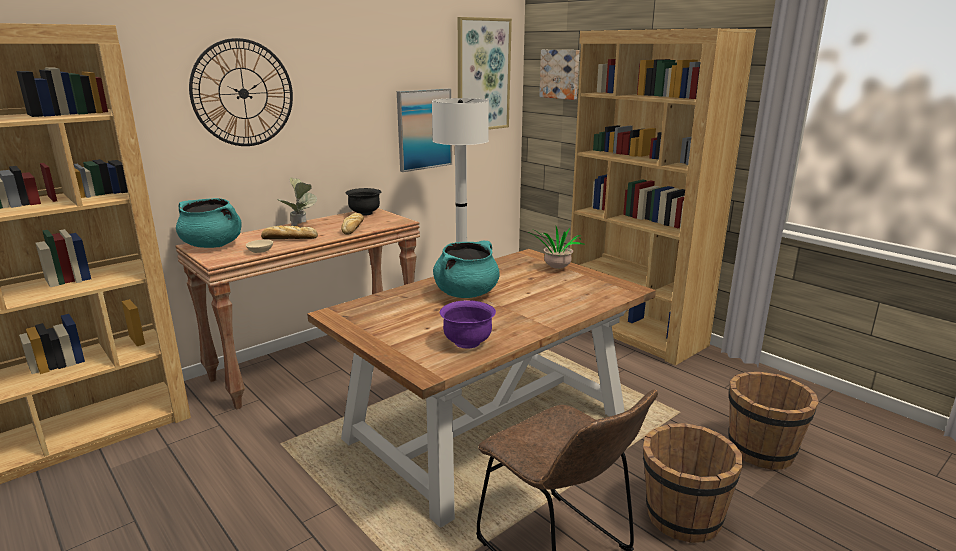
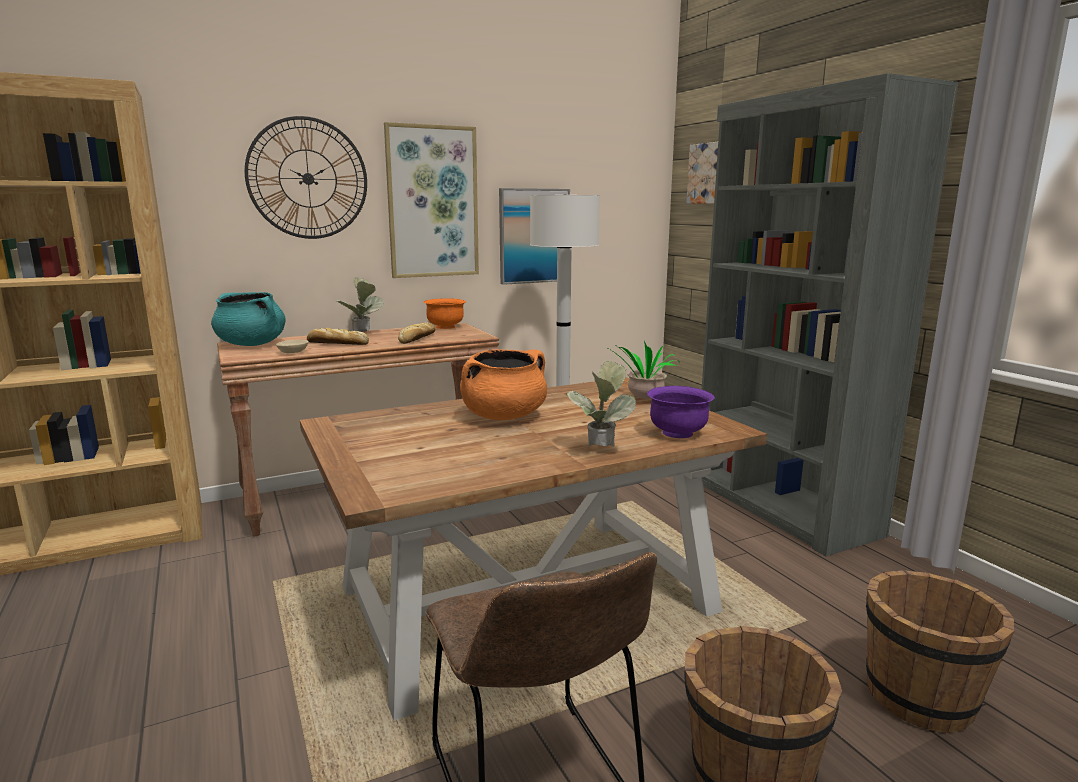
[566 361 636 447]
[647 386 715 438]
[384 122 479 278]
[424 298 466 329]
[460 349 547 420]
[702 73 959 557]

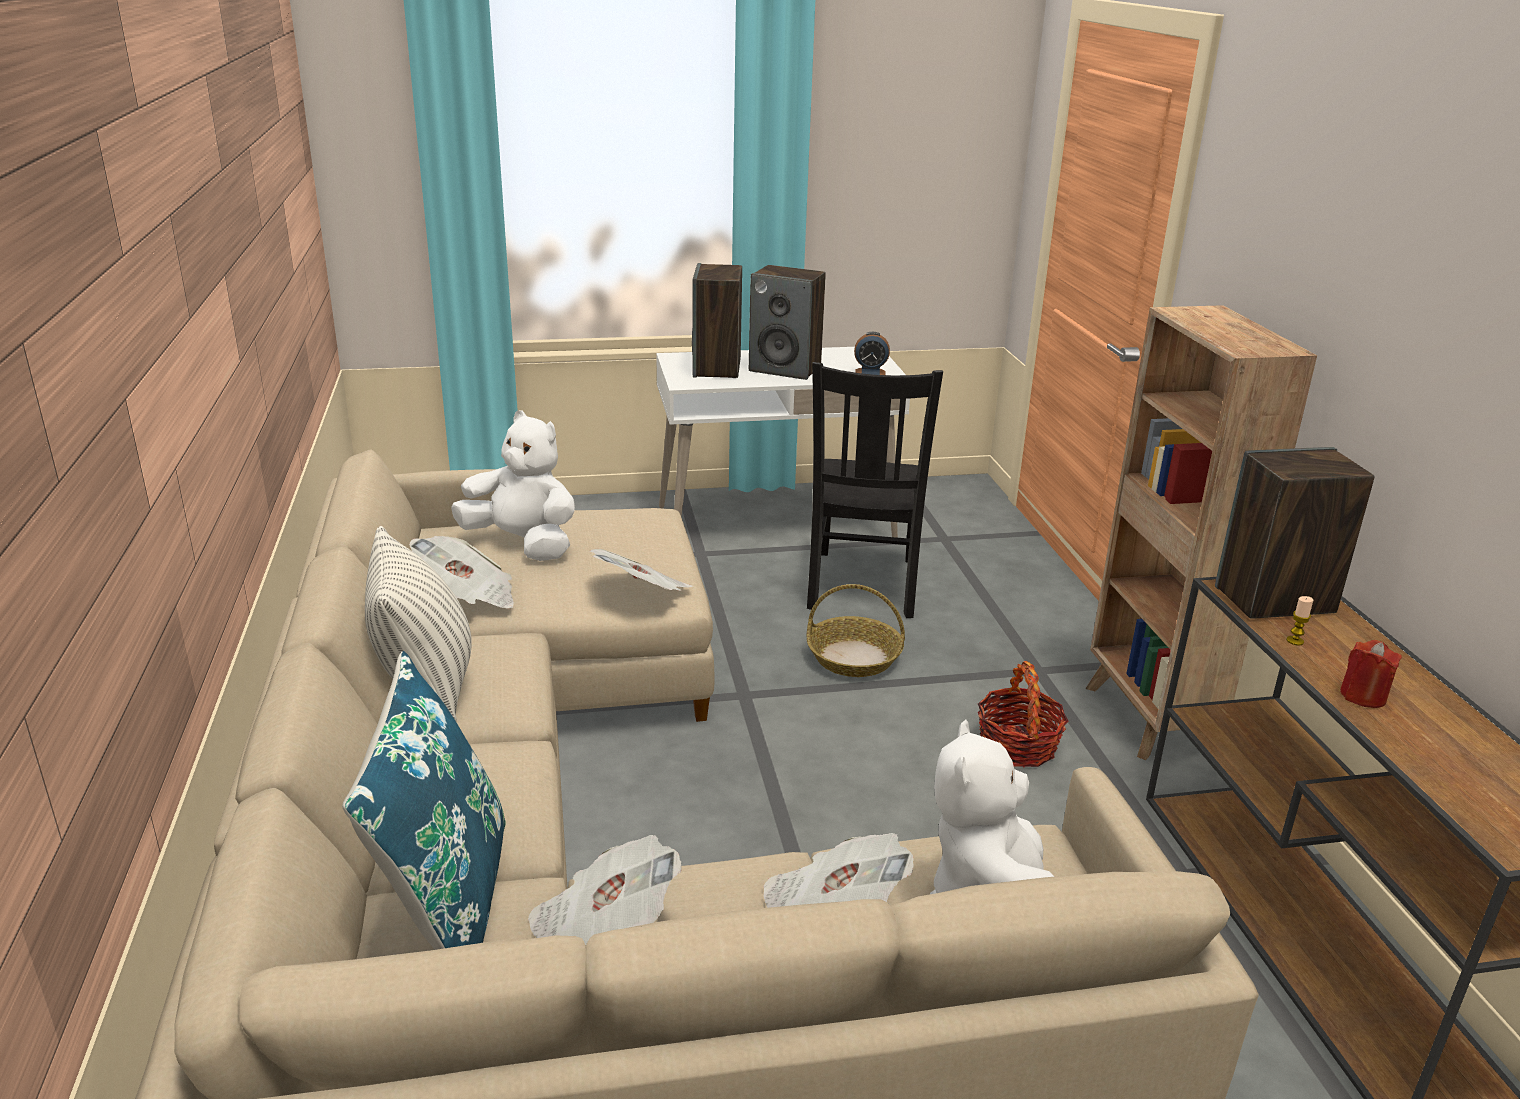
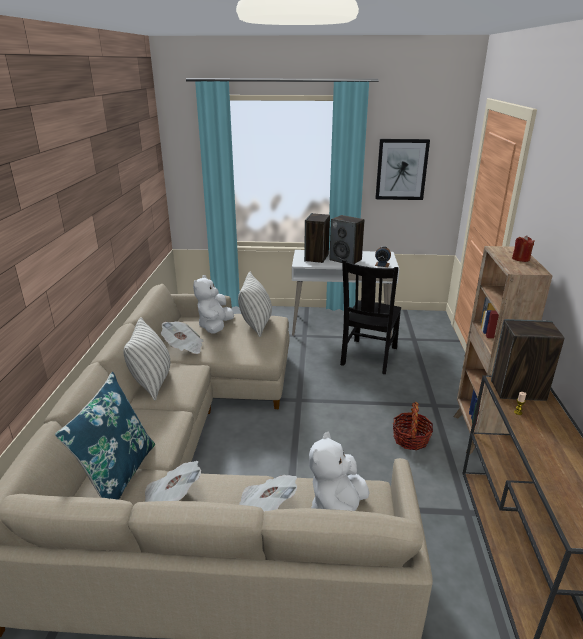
[590 549 693 591] (first image)
[807 584 905 677] (first image)
[238 272 272 337]
[375 139 430 200]
[512 235 535 262]
[193 275 234 334]

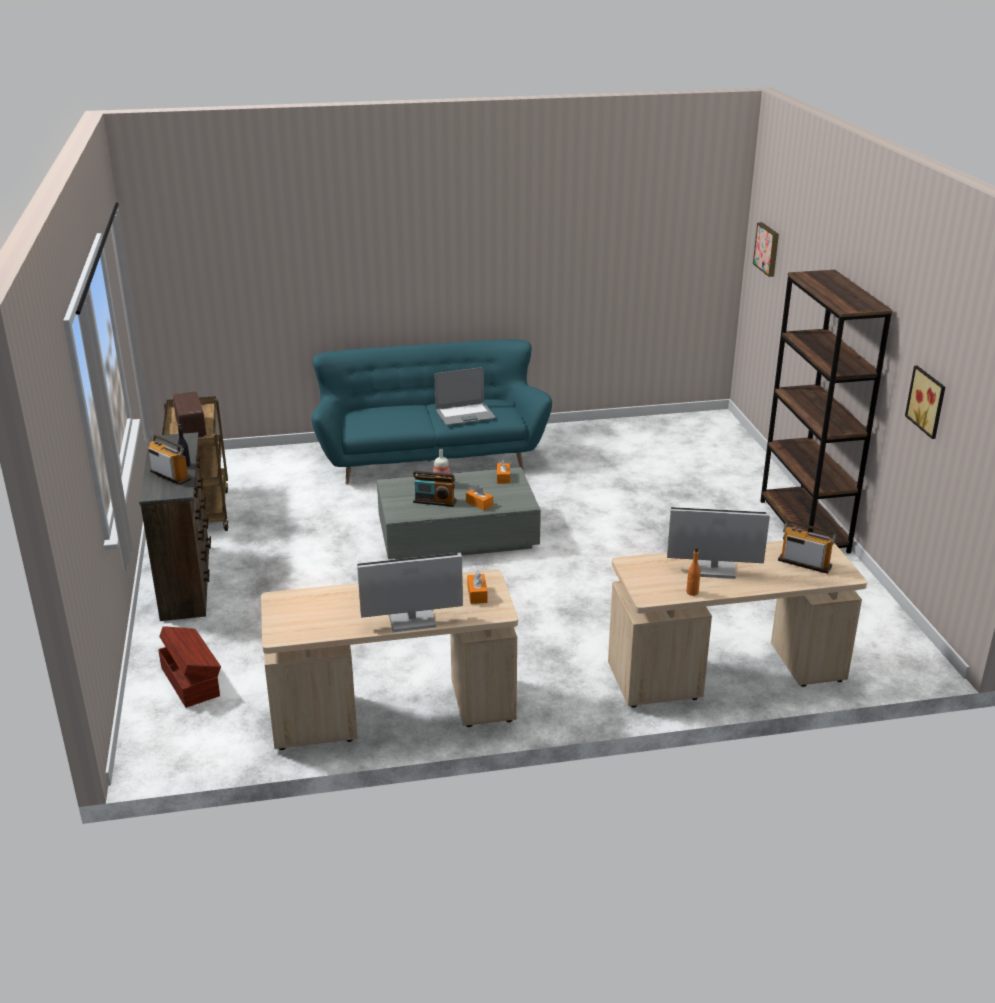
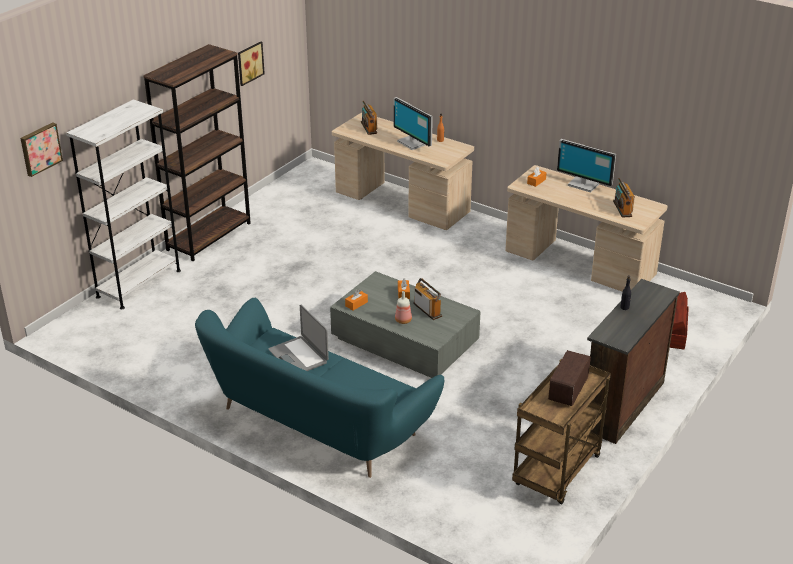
[66 99 181 309]
[613 178 635 218]
[268 305 329 371]

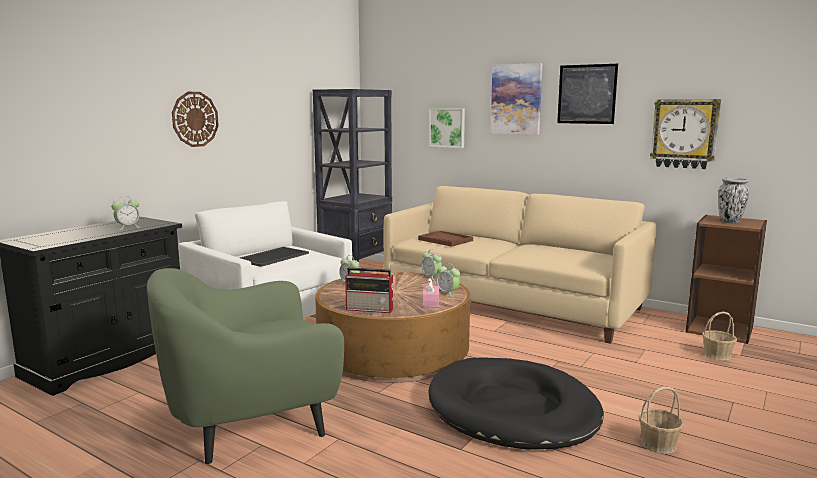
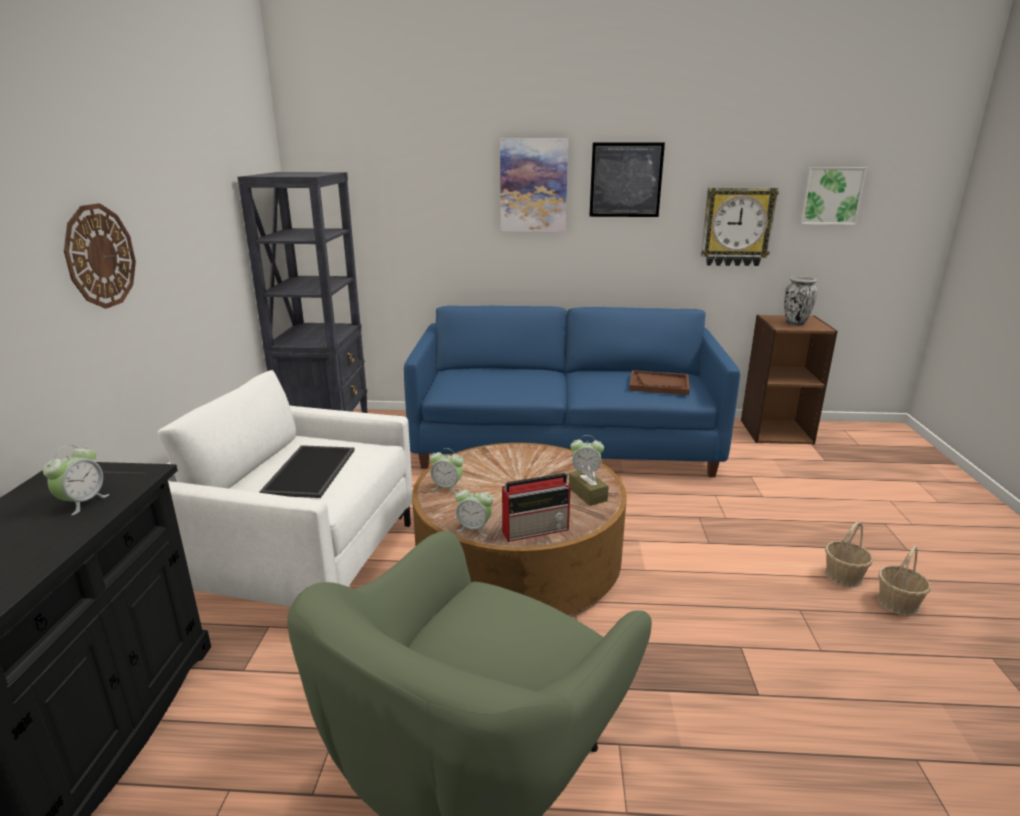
[429 357 604 450] (first image)
[629 370 690 395]
[455 485 493 536]
[799 167 867 225]
[825 521 873 587]
[404 306 740 477]
[569 464 609 506]

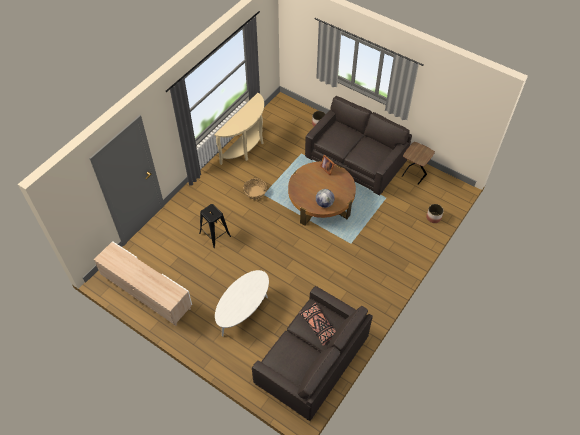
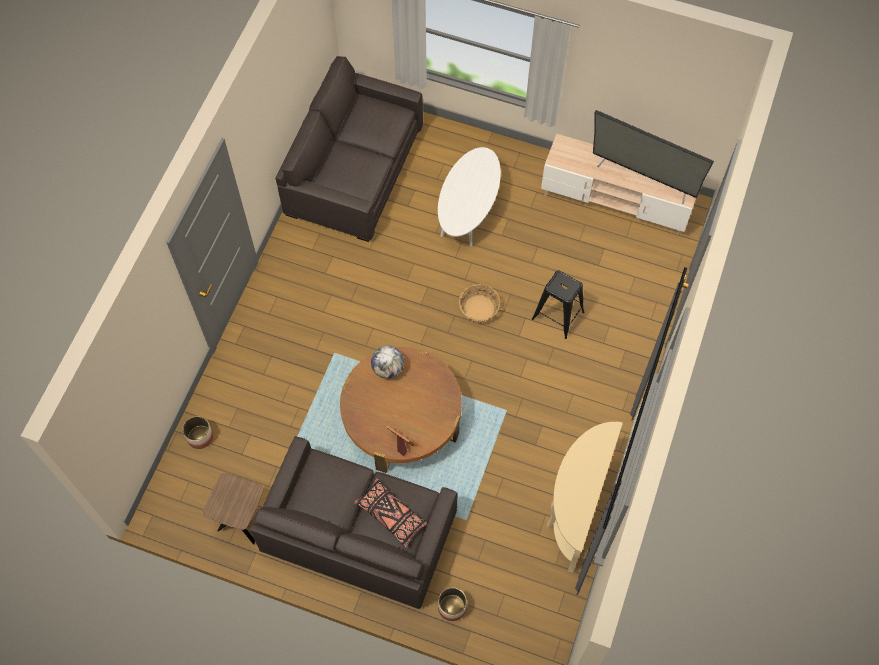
[593 110 714 204]
[459 284 500 323]
[354 478 427 547]

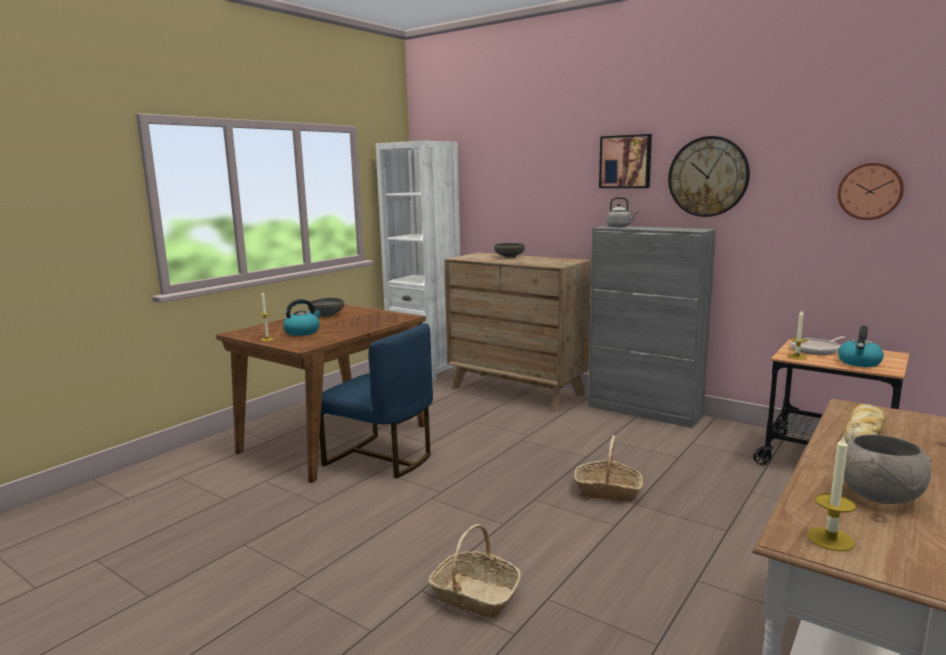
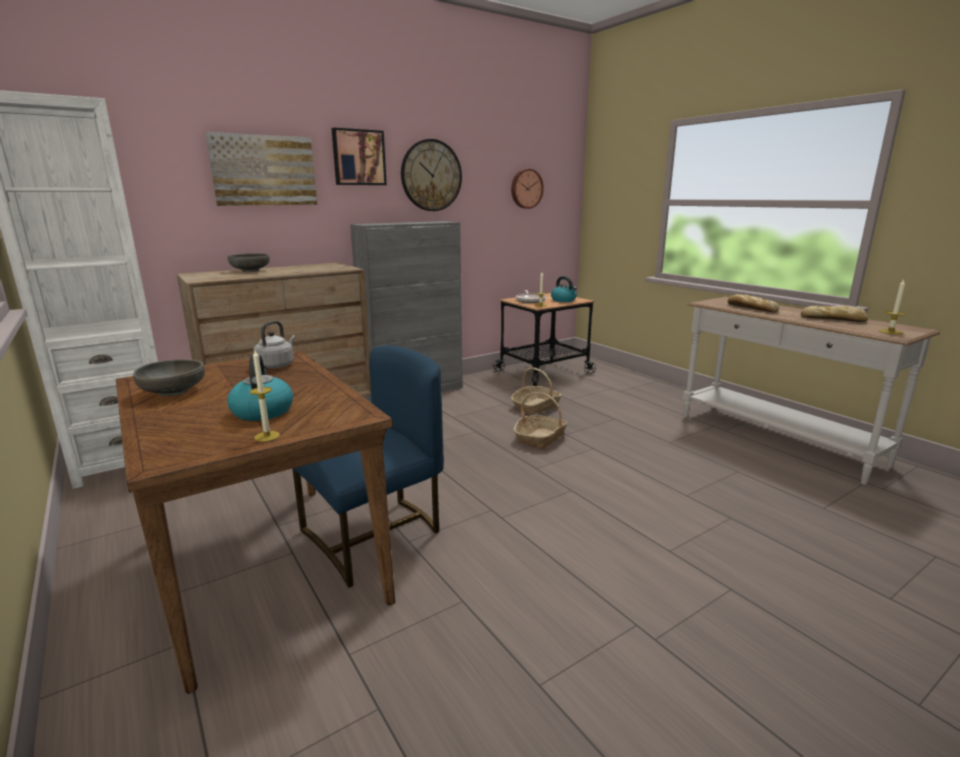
[206 132 317 206]
[511 367 562 414]
[253 321 296 369]
[801 306 868 322]

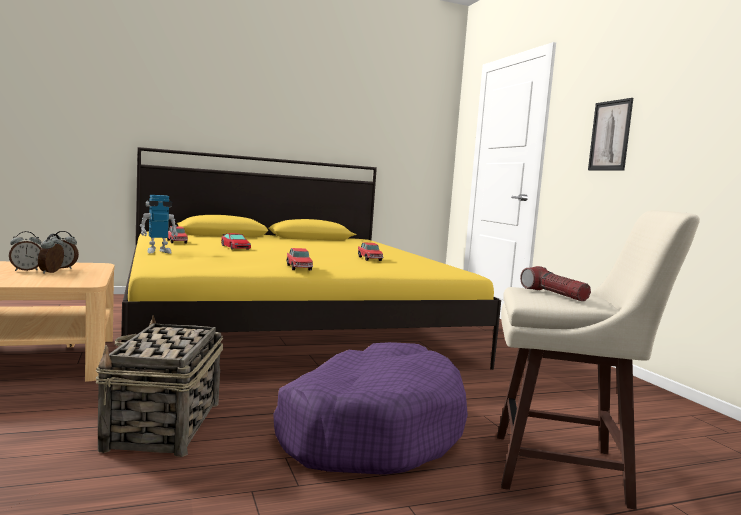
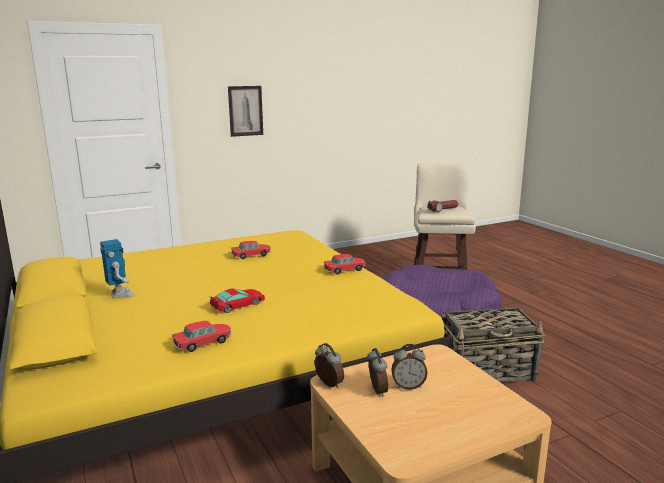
[315 343 344 388]
[100 239 135 298]

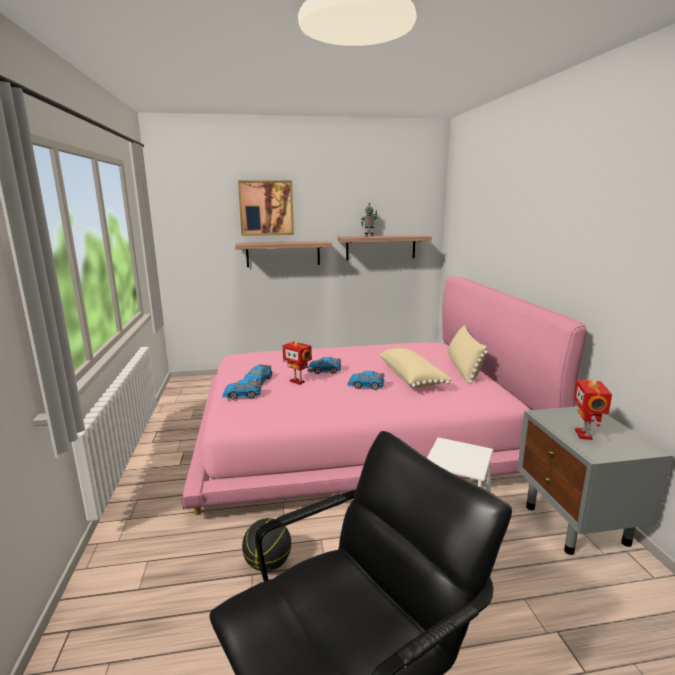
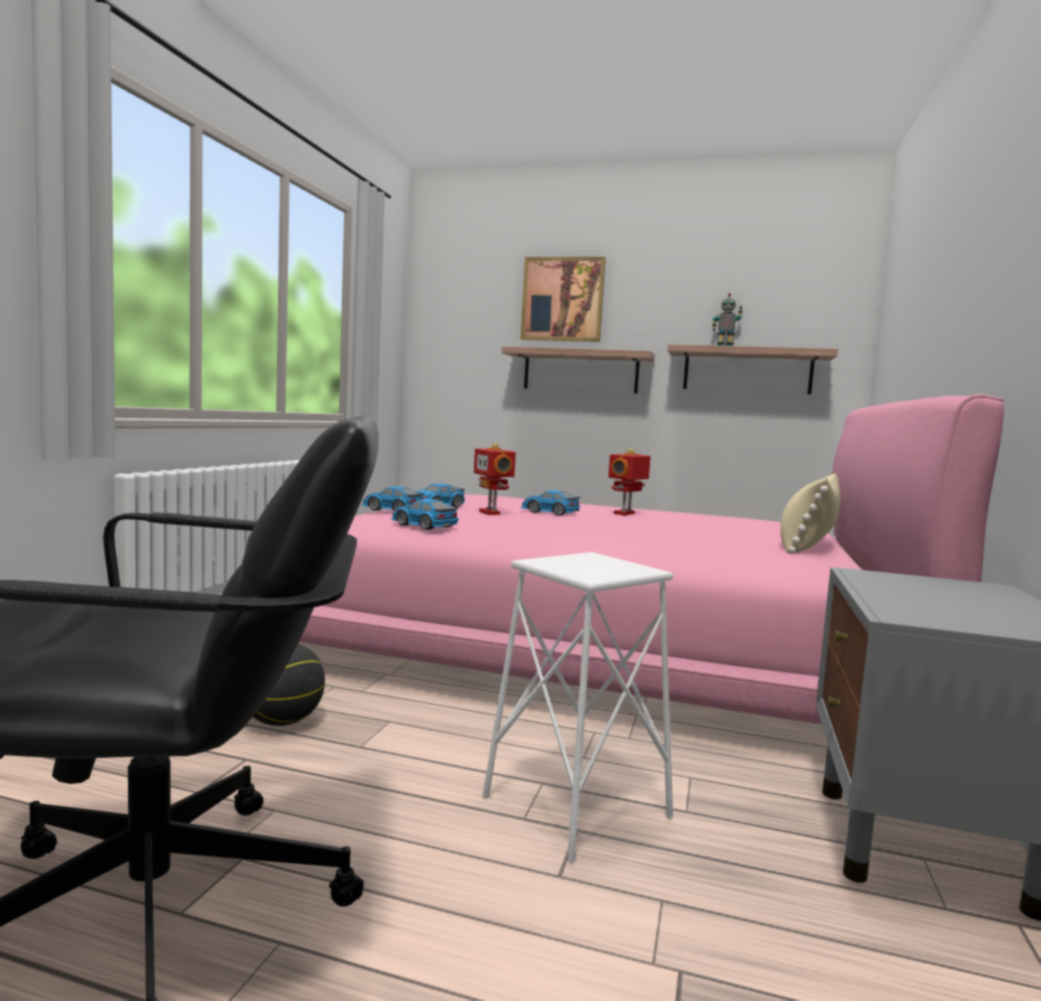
[380 348 452 388] (first image)
[391 499 458 530]
[608 448 651 515]

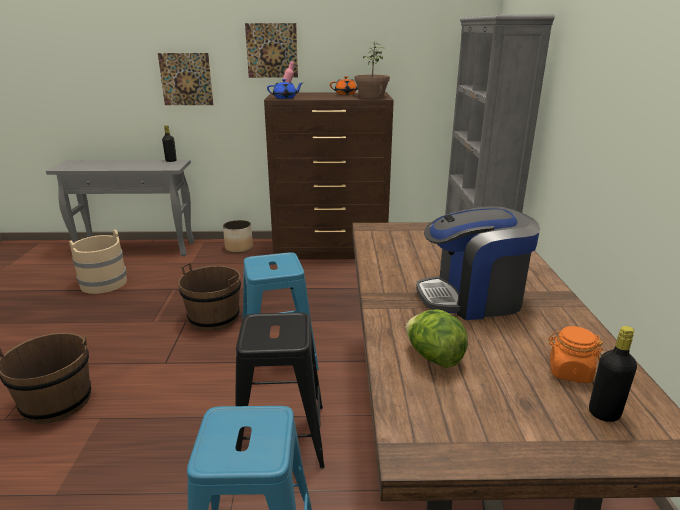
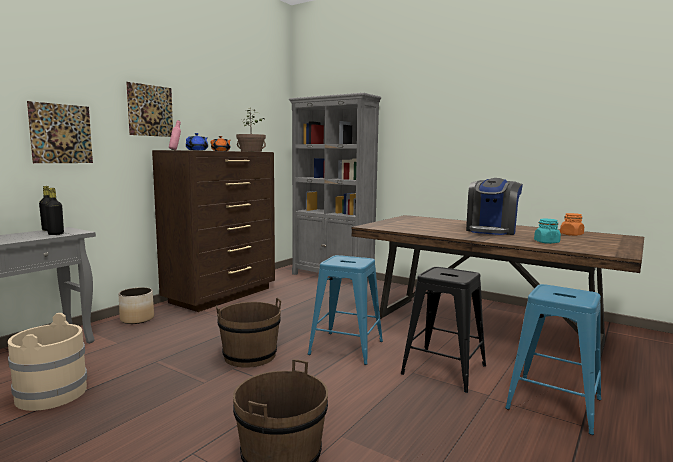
[45 188 64 235]
[534 219 561 244]

